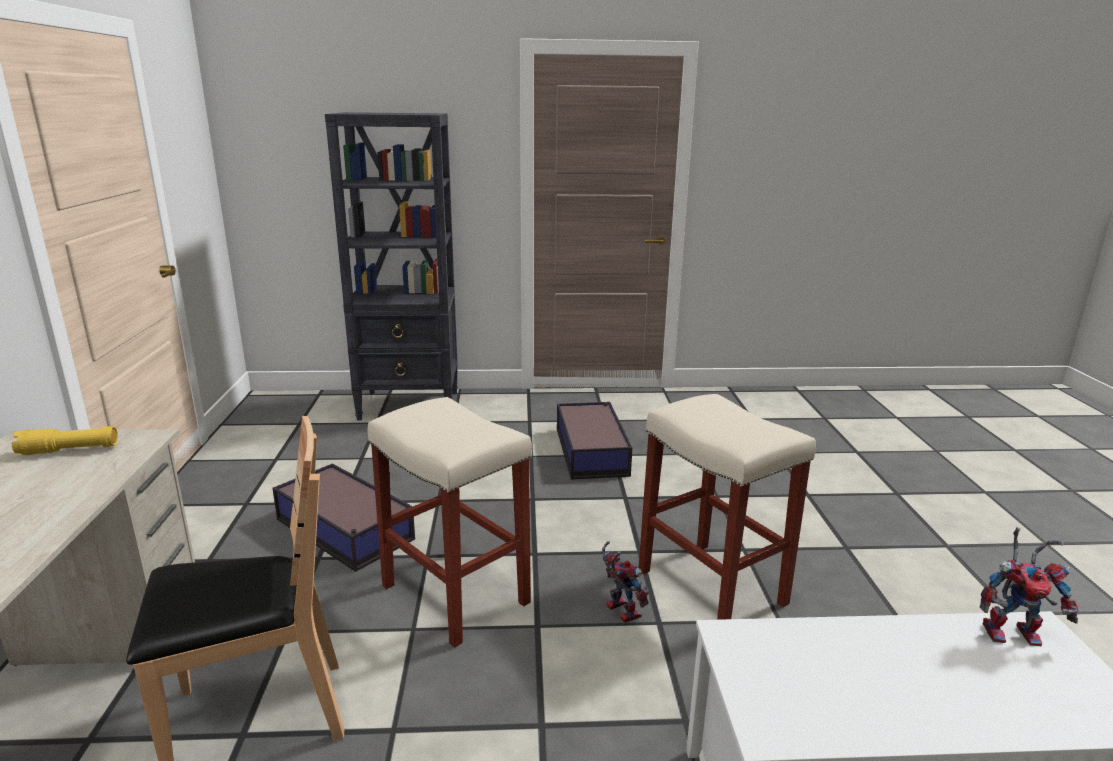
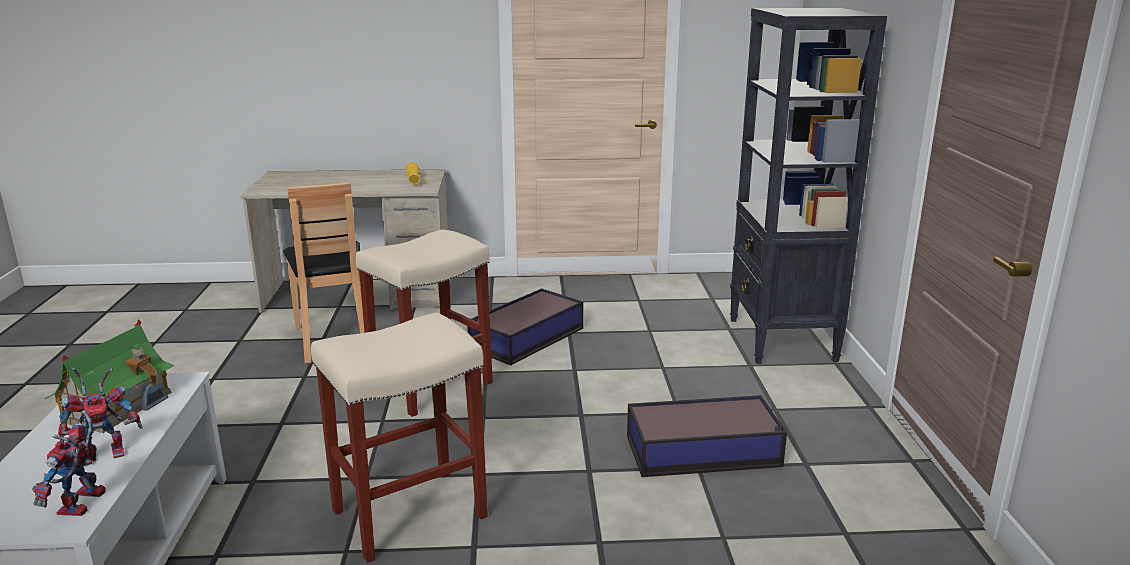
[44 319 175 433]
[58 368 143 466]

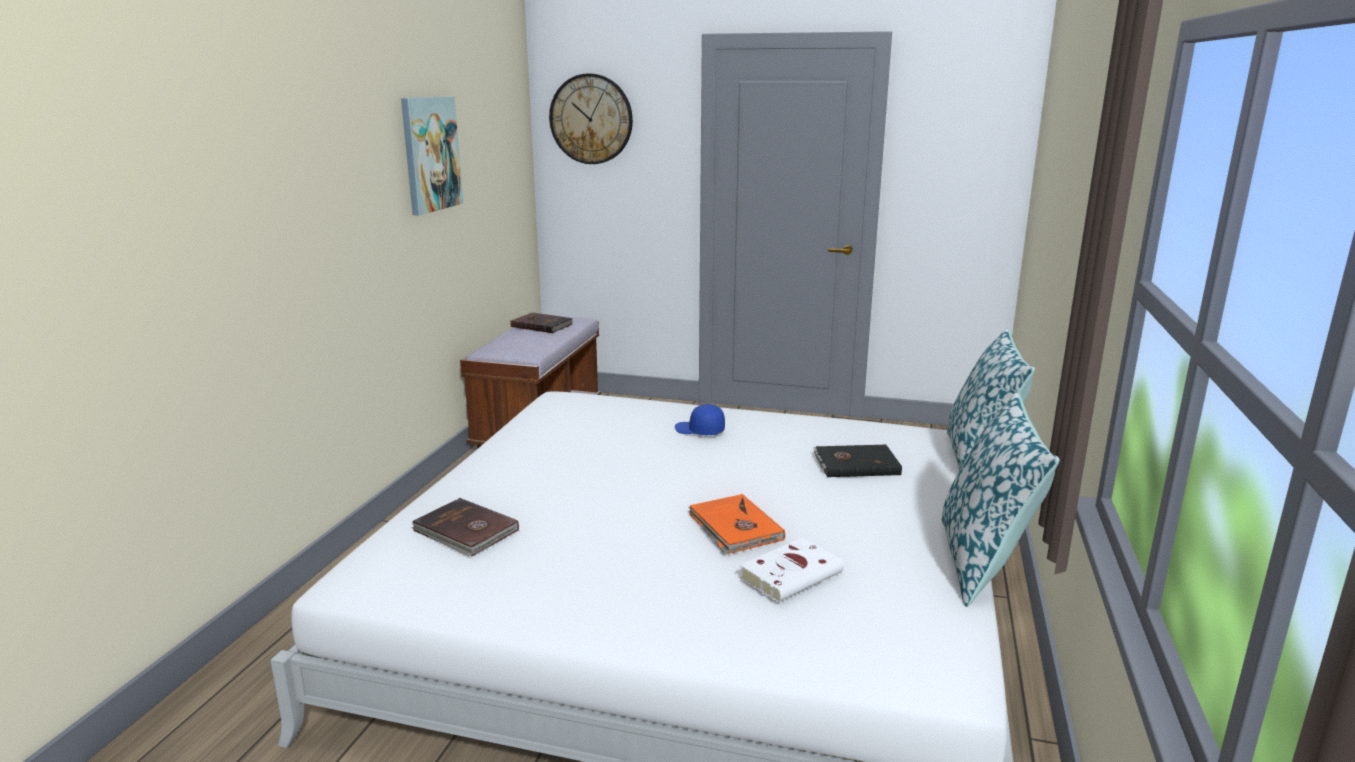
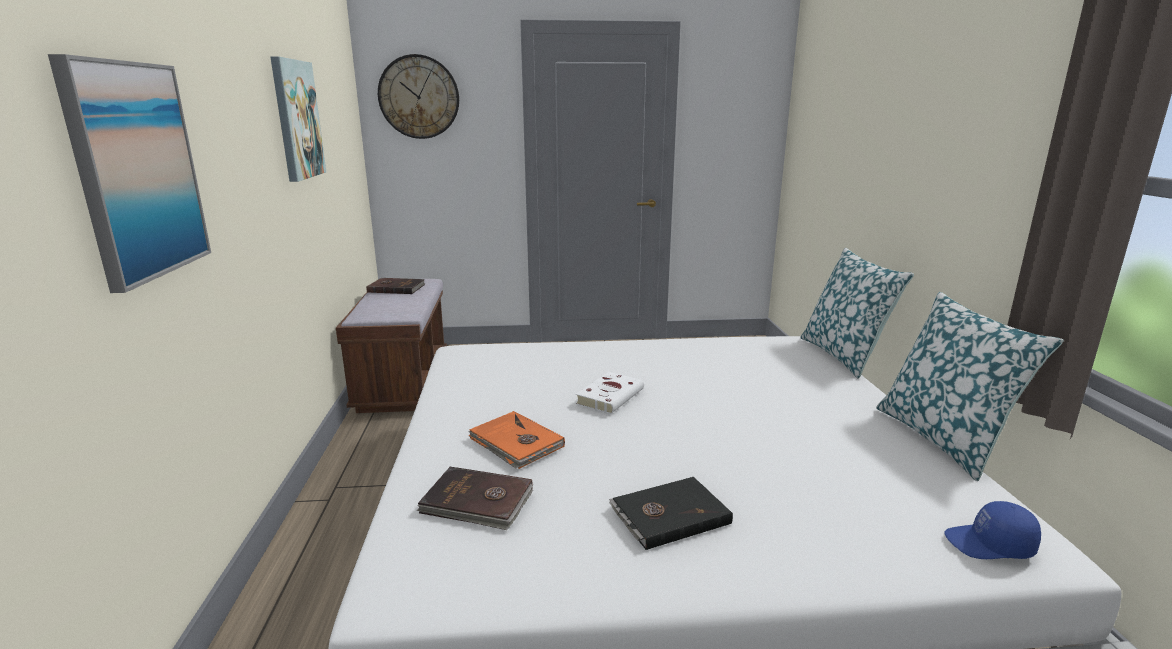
[48 54 211 293]
[944 501 1041 559]
[468 411 565 469]
[575 372 644 414]
[609 477 733 550]

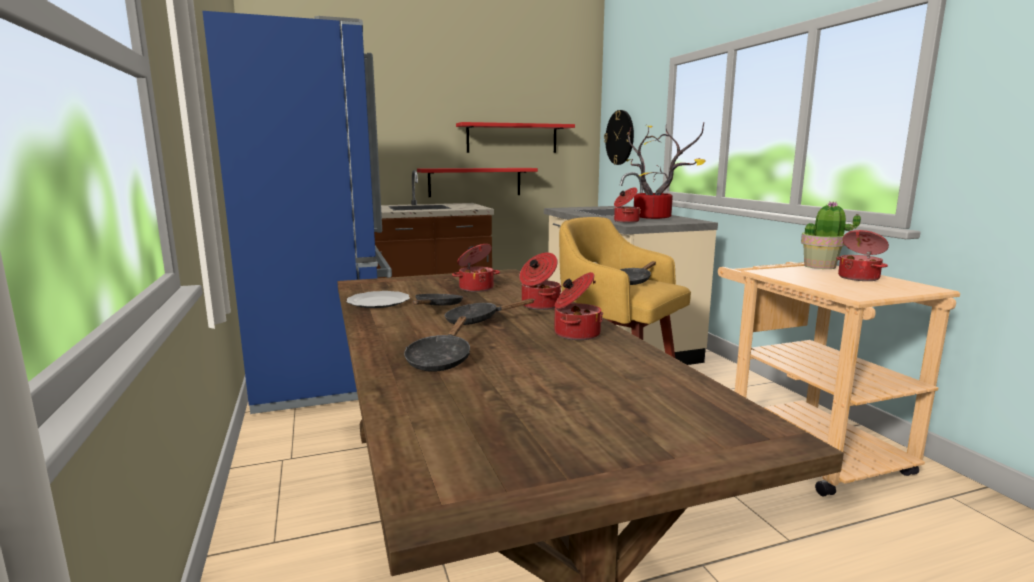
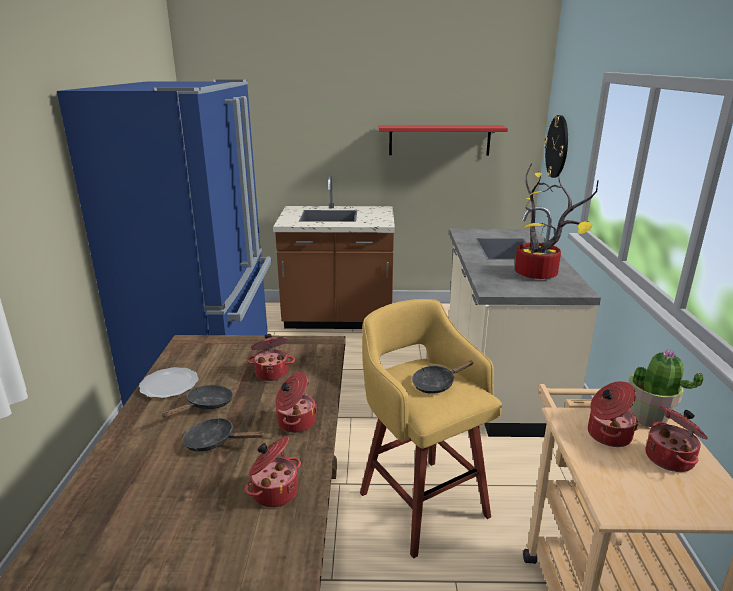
[404 316 470 372] (first image)
[417 168 538 197] (first image)
[588 381 638 447]

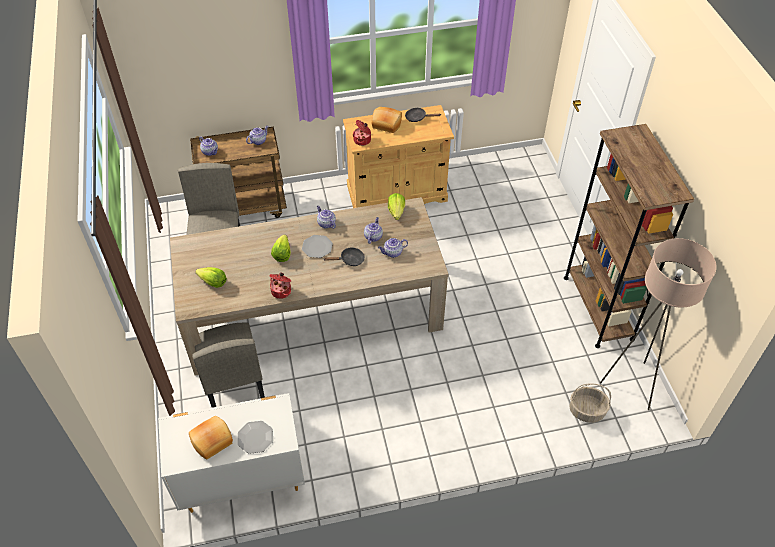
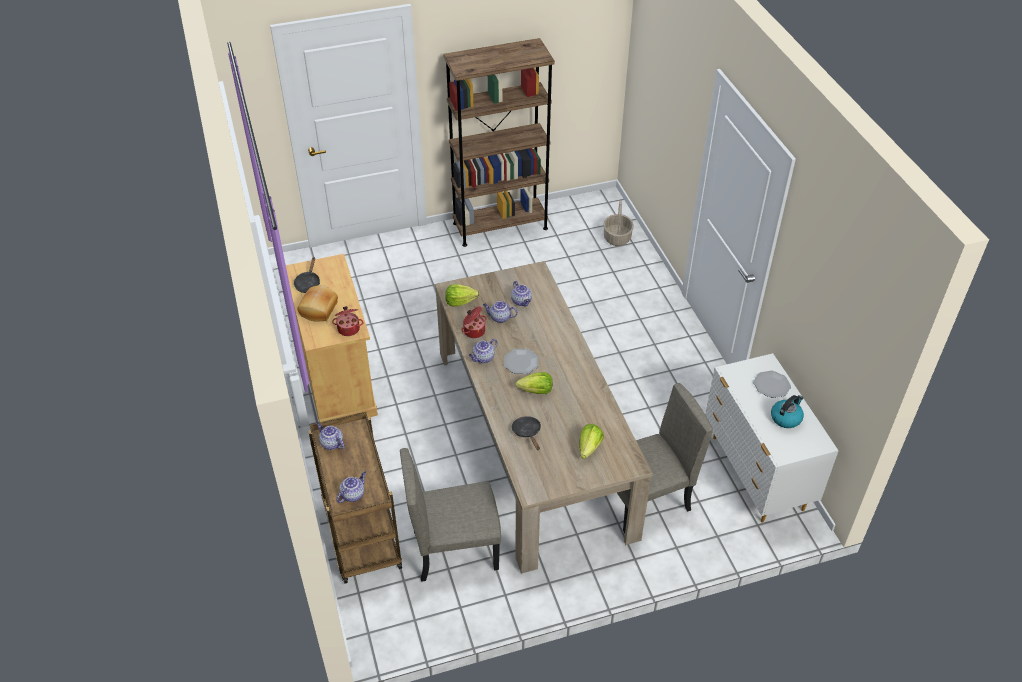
[600 238 717 410] (first image)
[461 307 487 338]
[512 416 541 450]
[771 395 804 428]

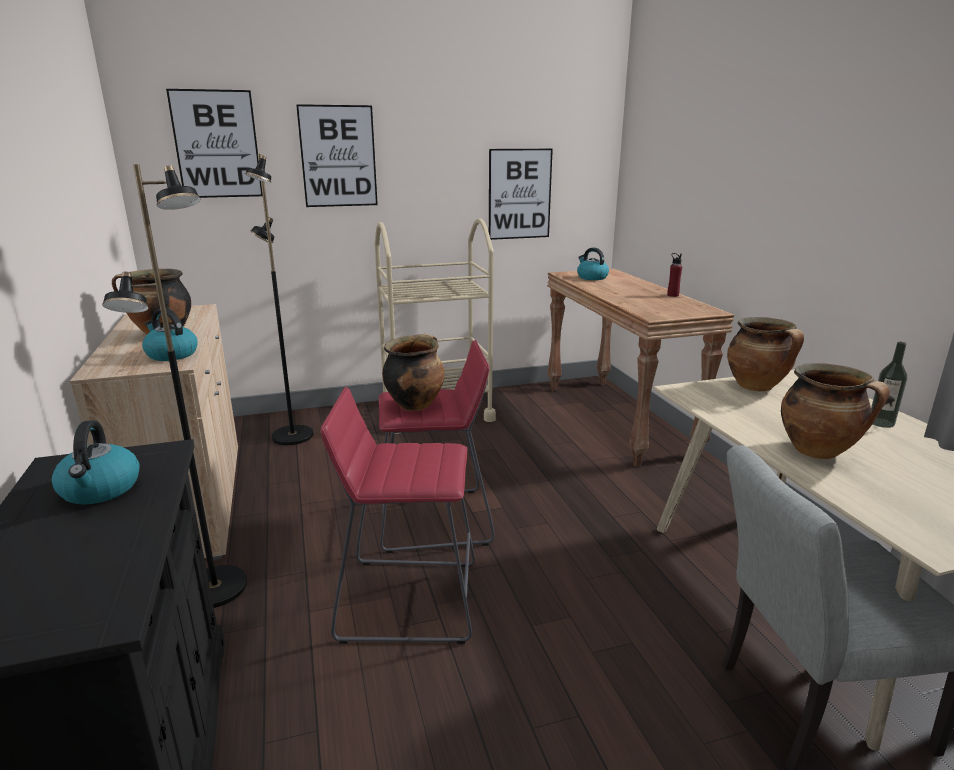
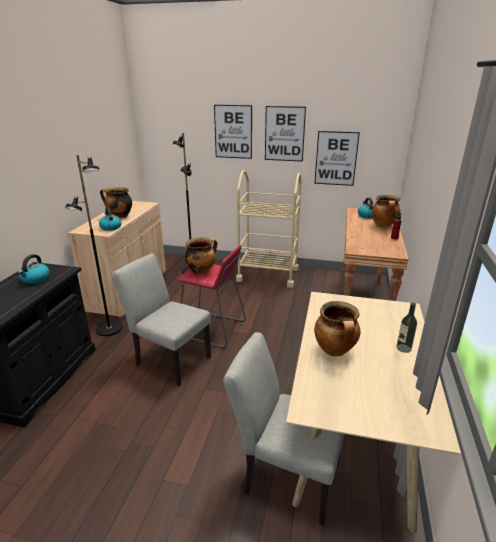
[265 106 306 162]
[372 195 400 228]
[111 254 211 386]

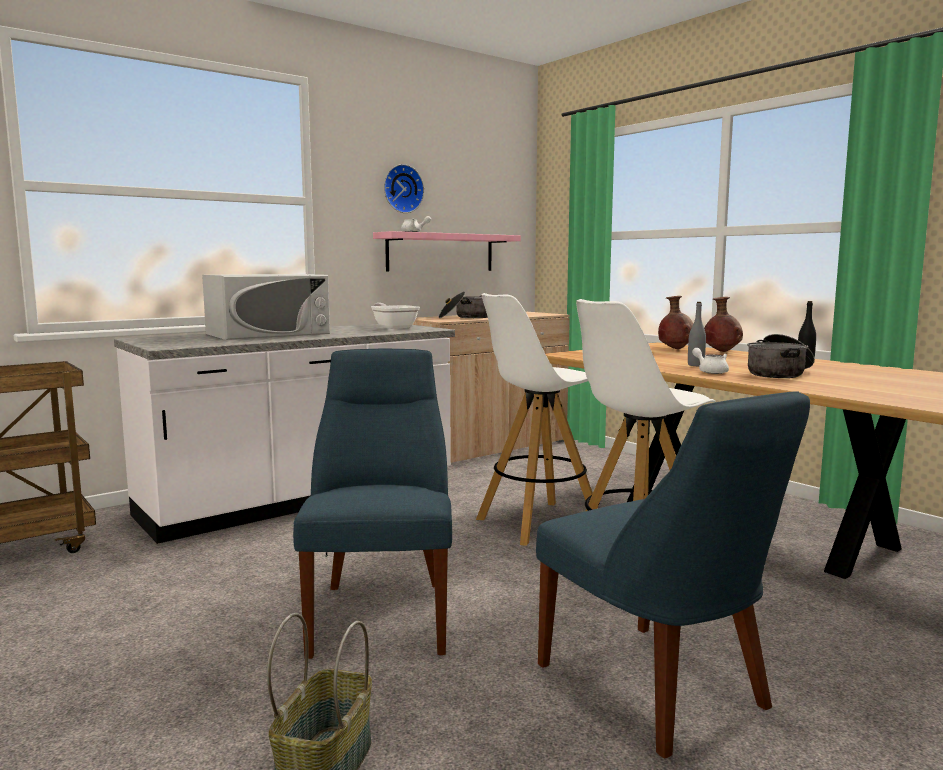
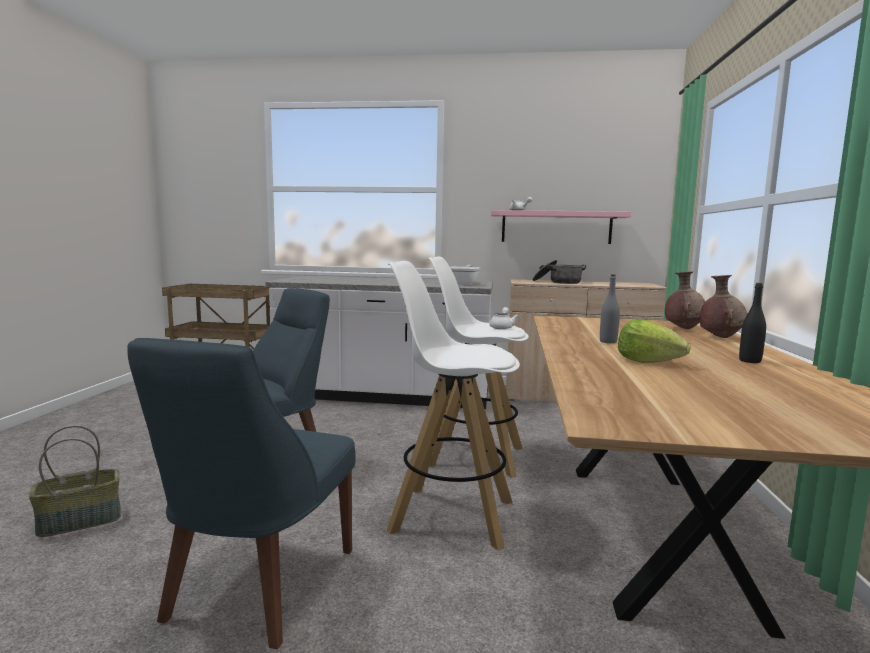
[202 274 330 340] (first image)
[384 164 424 213] (first image)
[489 307 519 329]
[618 319 690 363]

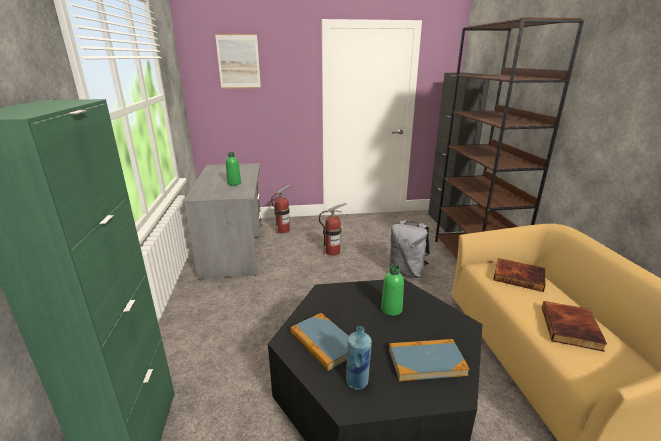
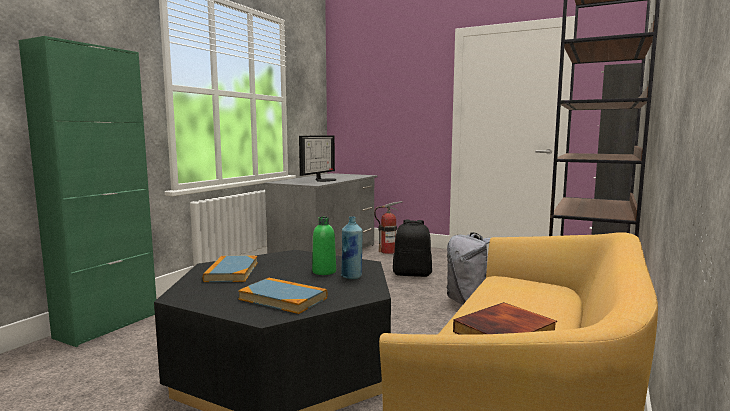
[215 34 261 89] (first image)
[493 258 545 292] (first image)
[341 216 363 279]
[299 135 337 182]
[393 220 432 277]

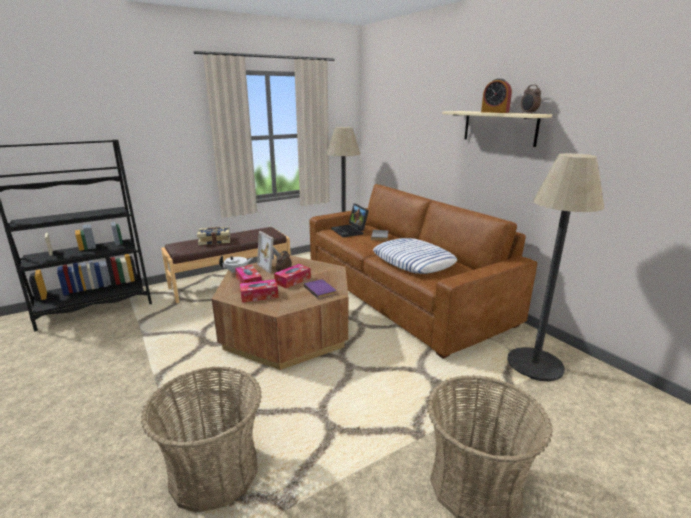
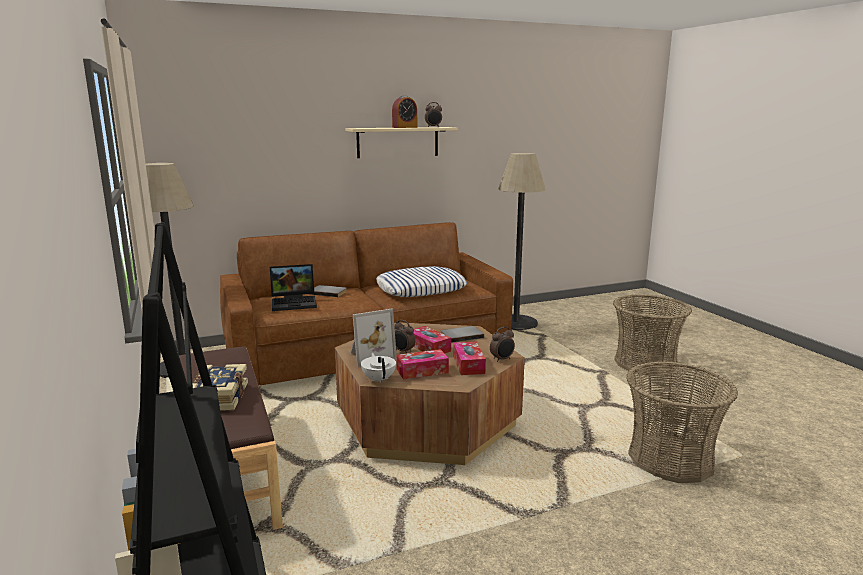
[490 327 515 362]
[441 326 484 343]

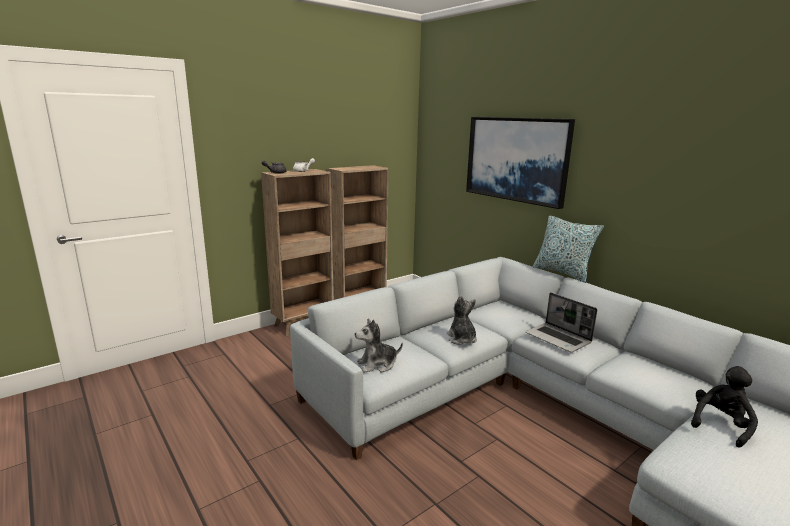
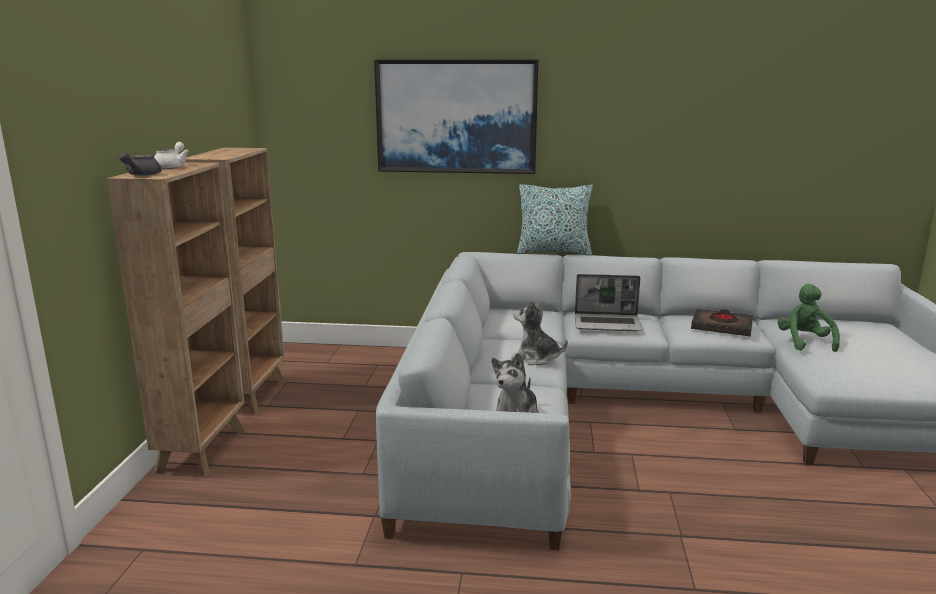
[691 309 753 337]
[777 284 840 352]

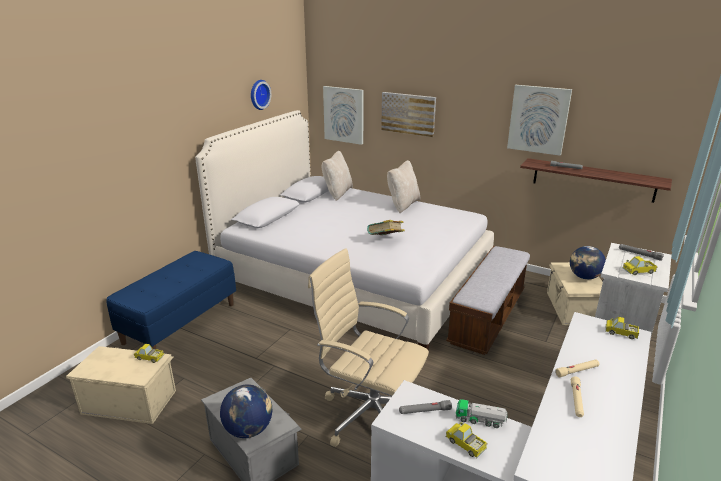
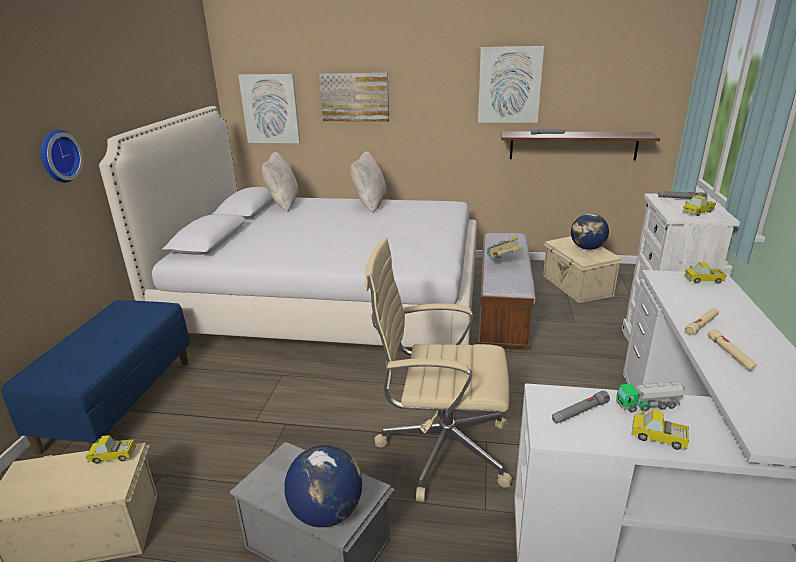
[41 130 83 183]
[487 237 522 259]

